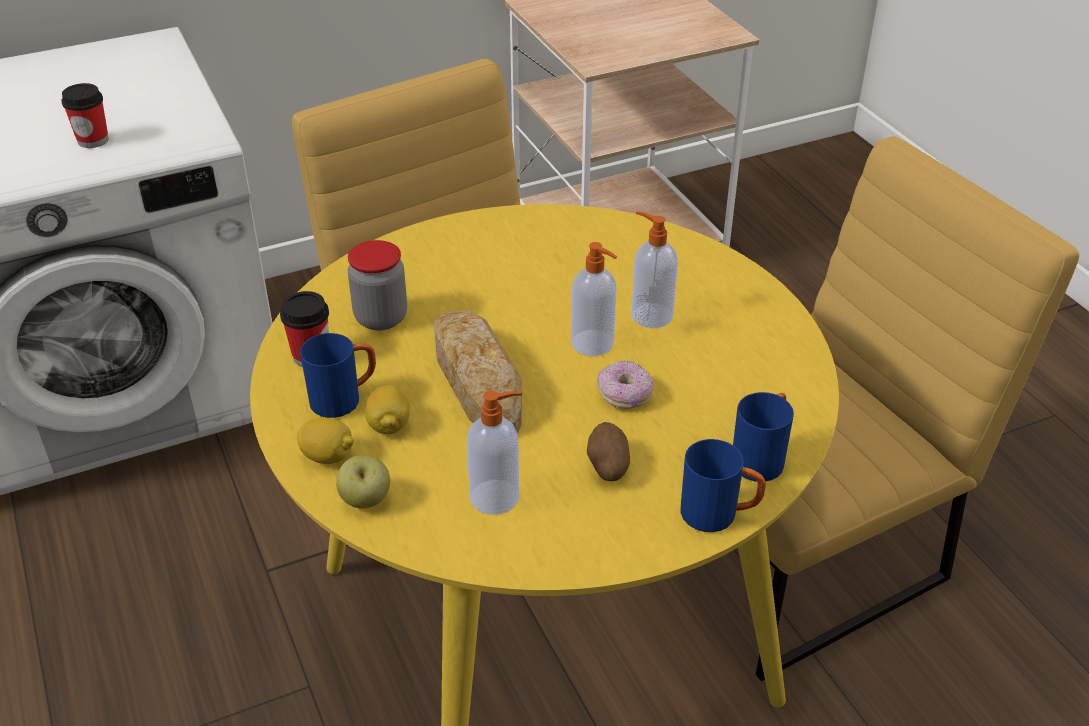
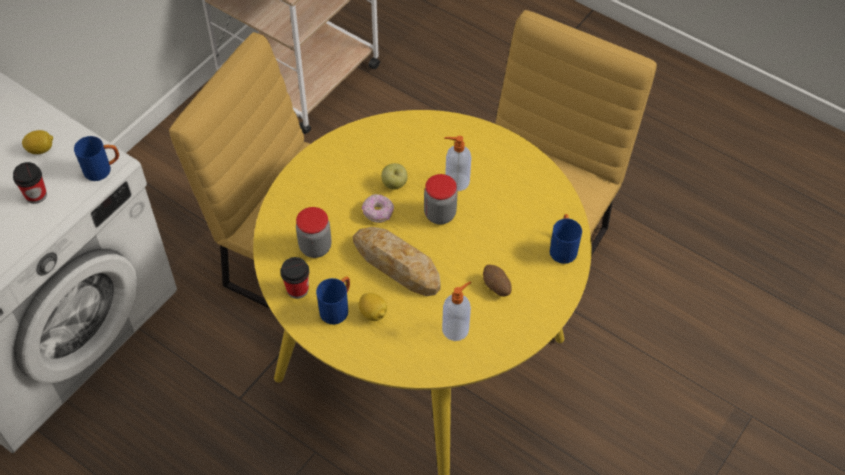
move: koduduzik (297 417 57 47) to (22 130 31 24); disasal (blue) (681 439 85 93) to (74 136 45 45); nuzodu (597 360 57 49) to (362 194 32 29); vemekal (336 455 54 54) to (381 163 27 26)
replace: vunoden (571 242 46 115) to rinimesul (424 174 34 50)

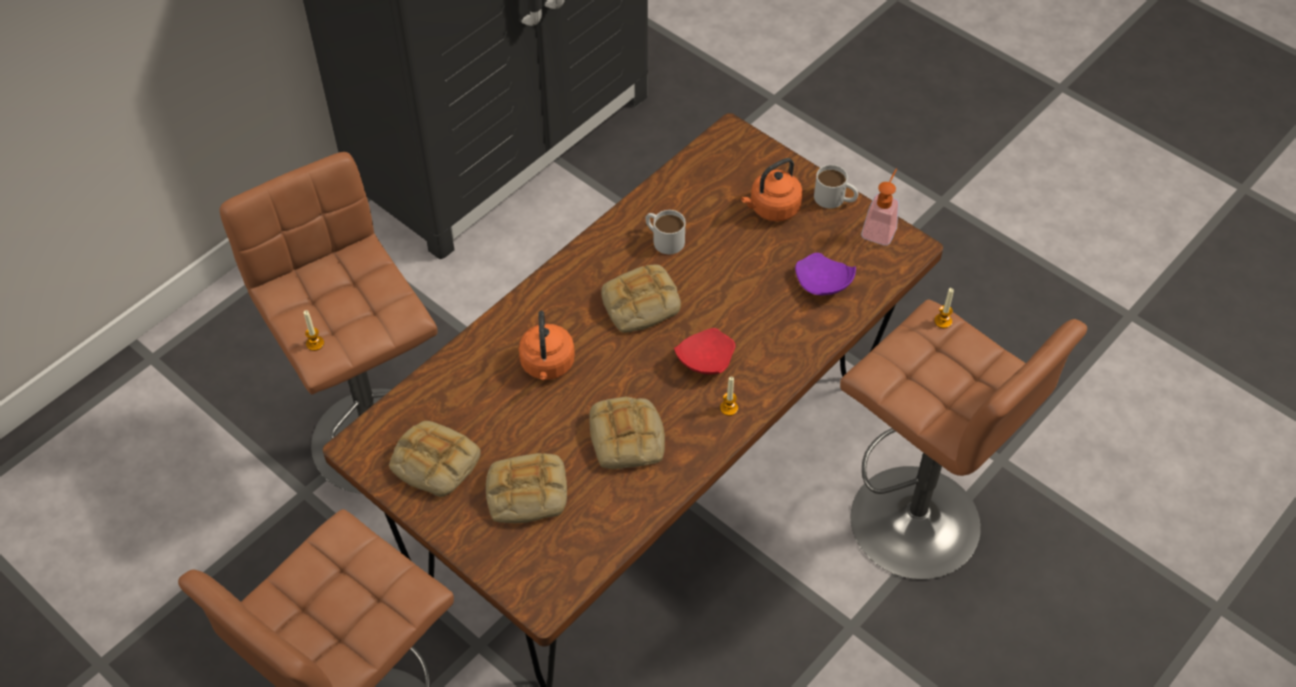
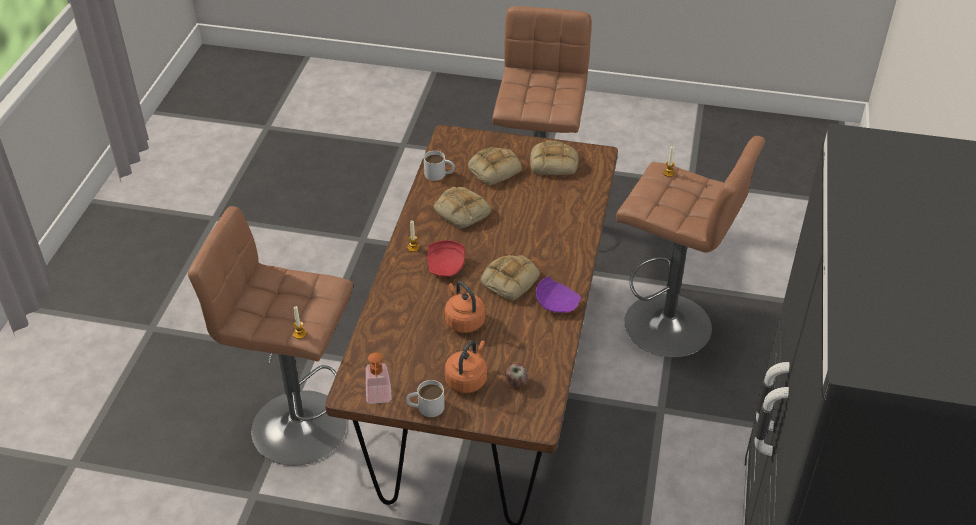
insert: vemekal (505 363 23 24)
move: disasal (white) (645 210 40 44) to (424 151 31 30); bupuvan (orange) (519 311 56 69) to (445 281 40 52); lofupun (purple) (795 253 61 43) to (536 276 45 37)

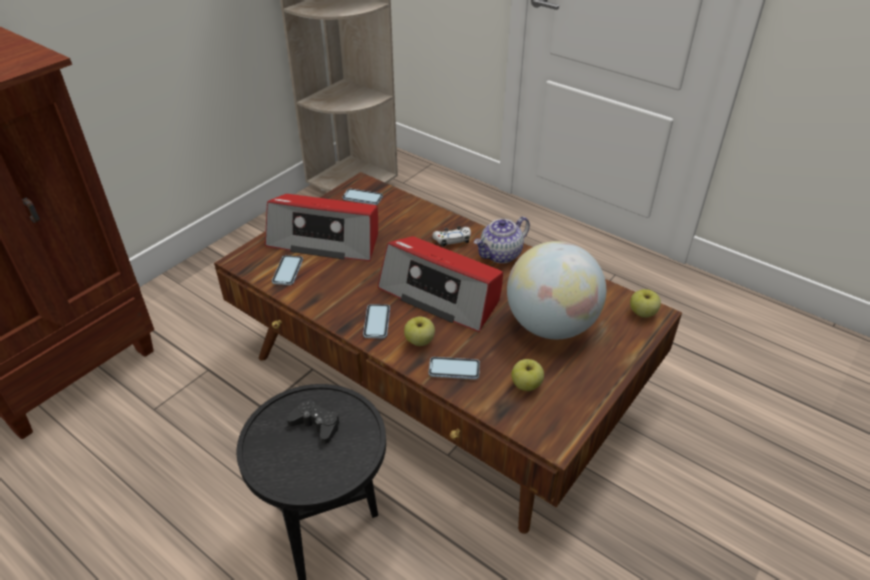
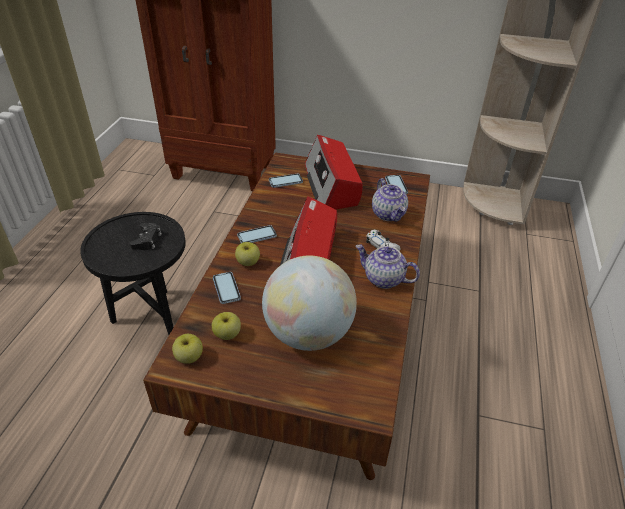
insert: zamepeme (372 178 36 44)
move: vemekal (630 289 31 29) to (172 334 31 30)

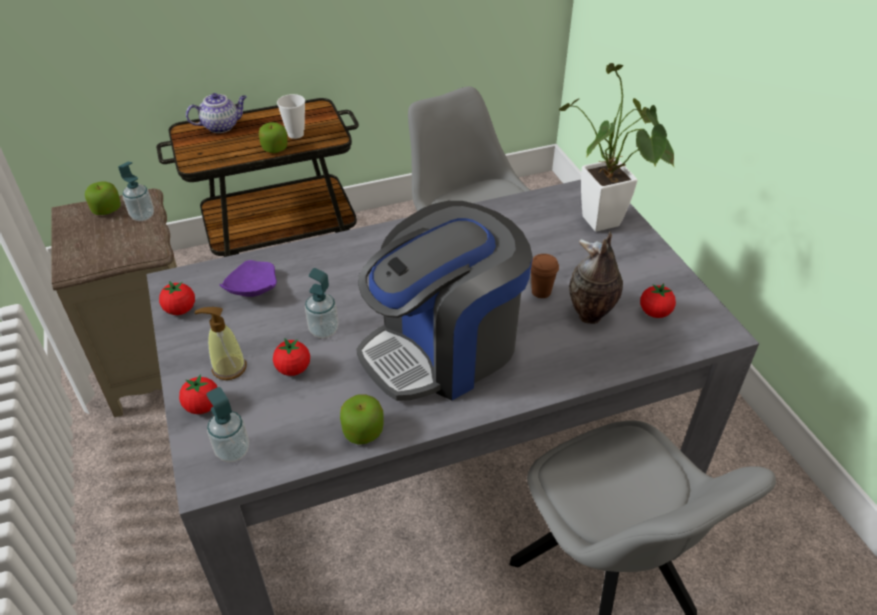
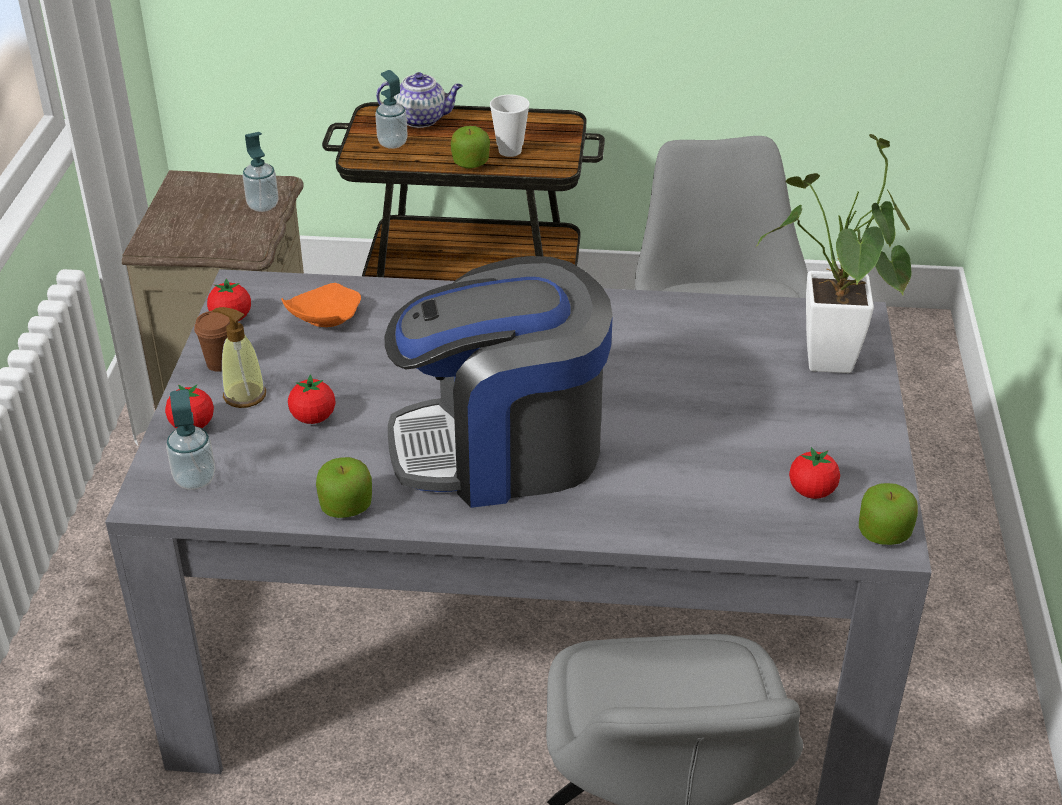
delete: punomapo (569 231 54 93)
move: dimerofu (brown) (531 254 28 44) to (194 311 36 61); vunoden (305 268 33 70) to (375 70 33 79); vemekal (85 181 36 34) to (859 483 59 62)
recolor: lofupun (purple) (220 260 57 37) to lofupun (orange) (281 283 80 44)

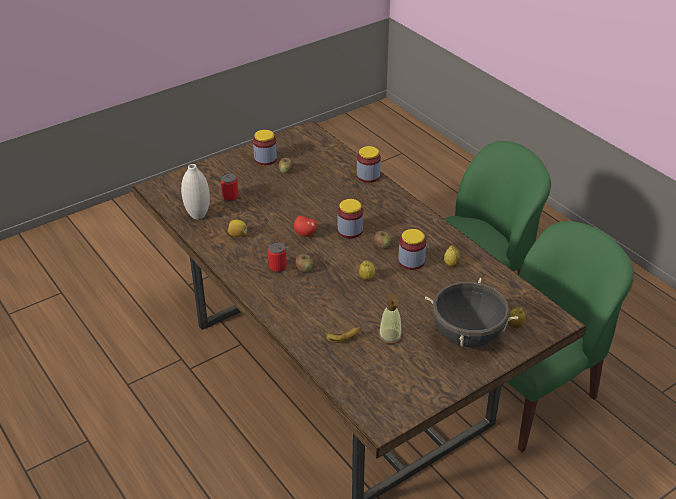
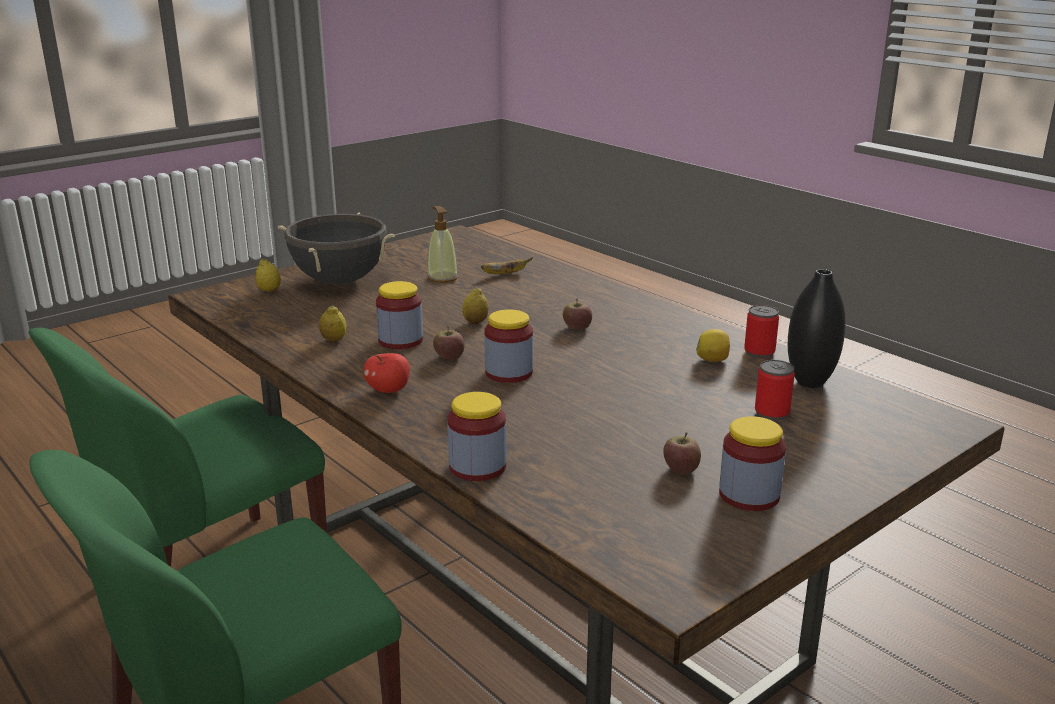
move: vemekal (294 215 23 22) to (364 353 46 40); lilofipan (268 242 19 31) to (744 305 35 53)
recolor: punomapo (white) (181 164 29 55) to punomapo (black) (788 269 58 119)

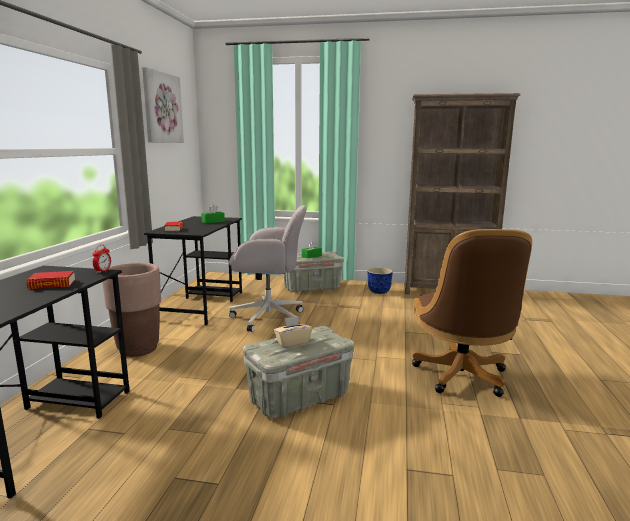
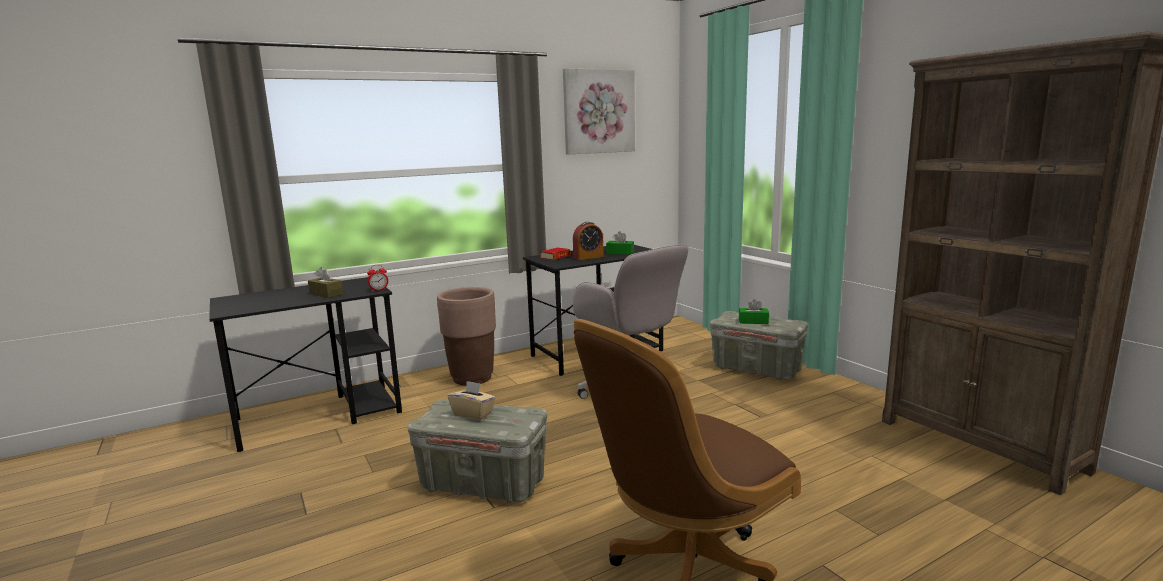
delete: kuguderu (367 267 26 27)
insert: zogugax (573 222 30 38)
replace: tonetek (27 271 48 18) to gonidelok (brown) (308 267 35 31)

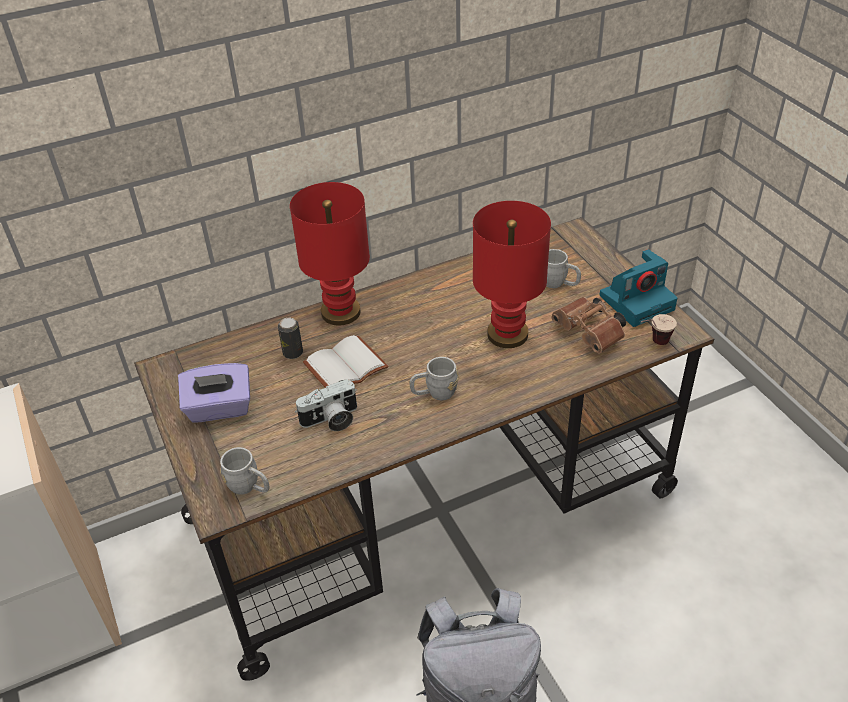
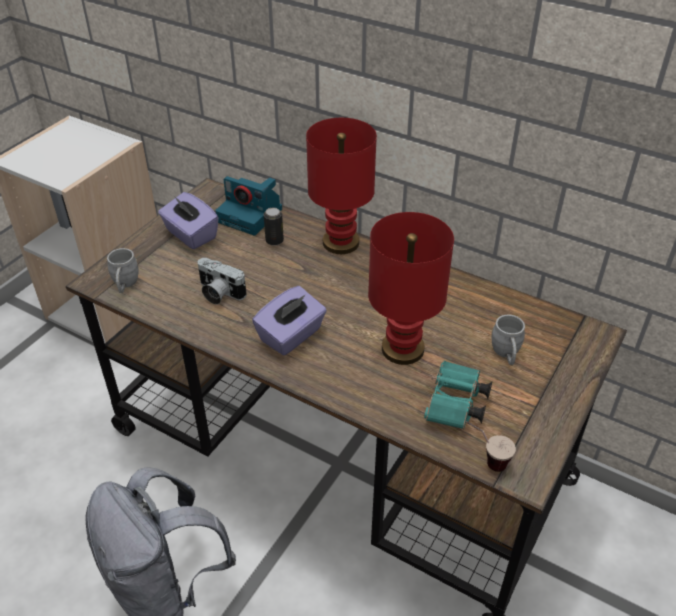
delete: tonetek (white) (303 335 85 53)
move: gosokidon (600 249 78 78) to (215 176 67 60)
replace: disasal (grey) (409 357 50 43) to gonidelok (purple) (252 286 75 70)
recolor: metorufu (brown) (552 297 74 57) to metorufu (turquoise) (424 361 68 68)

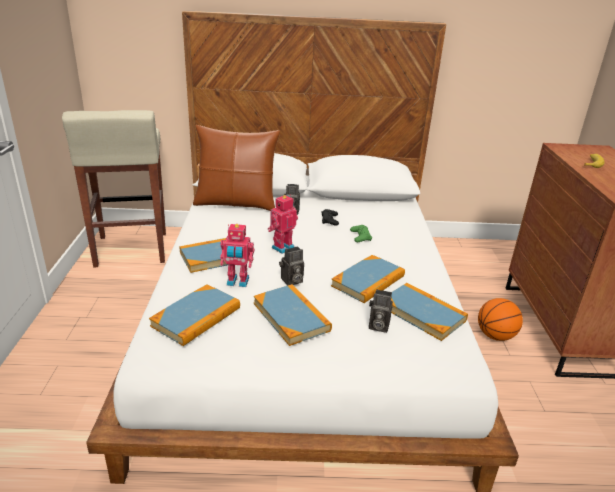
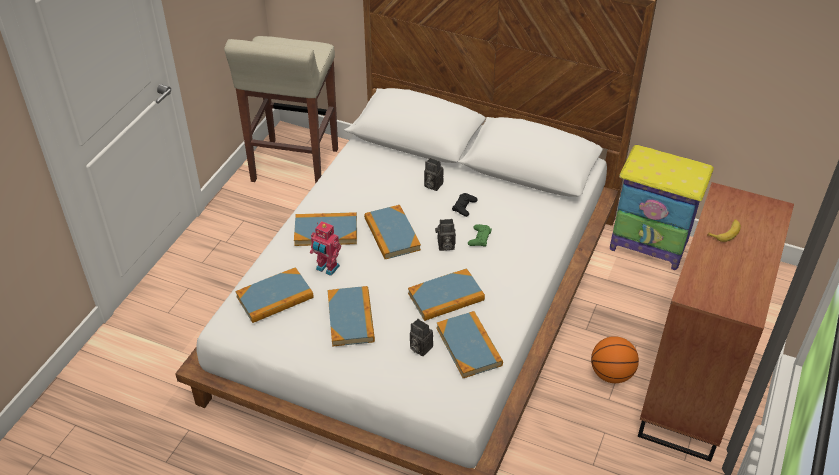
delete: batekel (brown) (193 125 87 86)
insert: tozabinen (610 145 104 125)
move: gosokidon (279 246 25 40) to (435 219 21 32)
replace: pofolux (268 194 30 60) to tonetek (364 205 57 54)

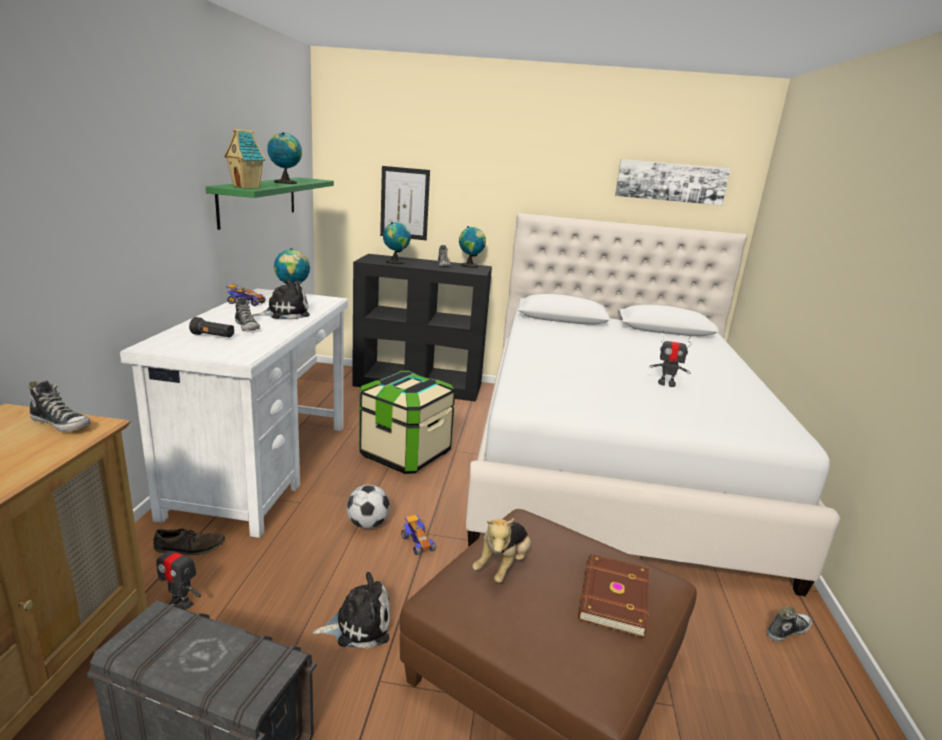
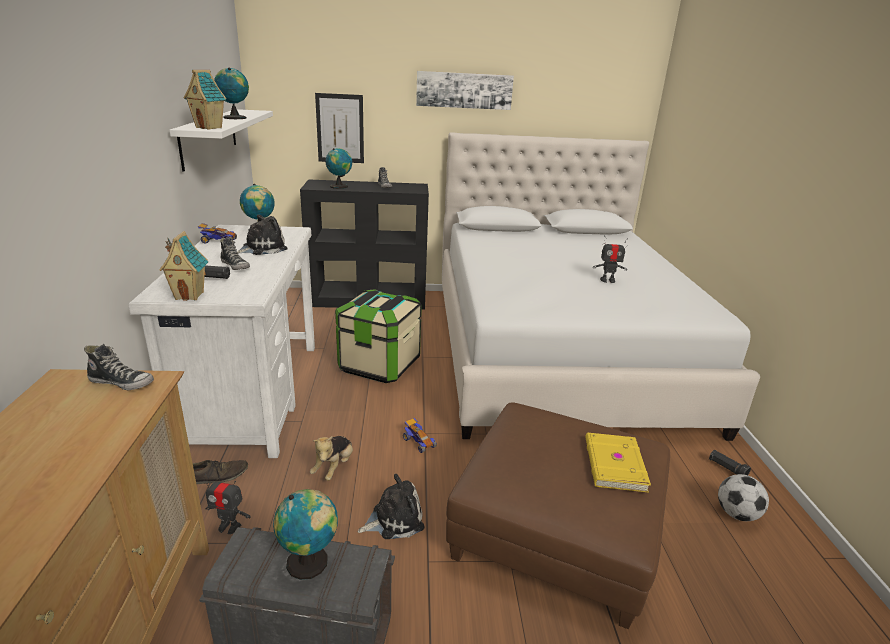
insert: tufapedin (159 231 49 70)
move: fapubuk (459 226 27 42) to (273 489 65 91); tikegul (472 518 59 65) to (310 436 43 45); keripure (615 159 115 46) to (416 71 98 39); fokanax (346 485 44 44) to (718 474 51 47)
replace: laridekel (767 606 45 36) to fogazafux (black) (709 450 42 25)
recolor: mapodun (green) (206 177 128 53) to mapodun (white) (169 109 104 62); tonetek (brown) (578 554 71 84) to tonetek (yellow) (585 433 66 59)

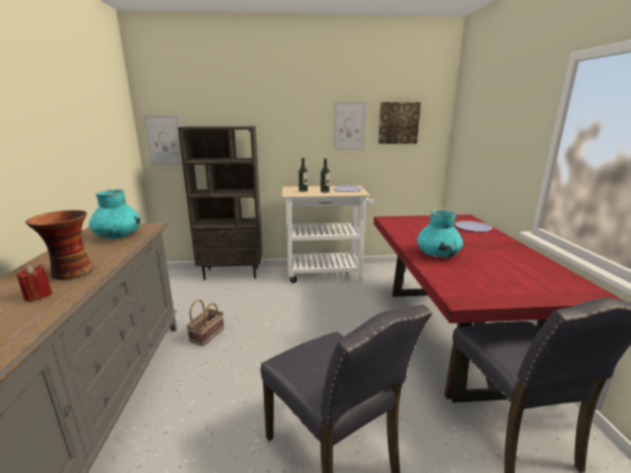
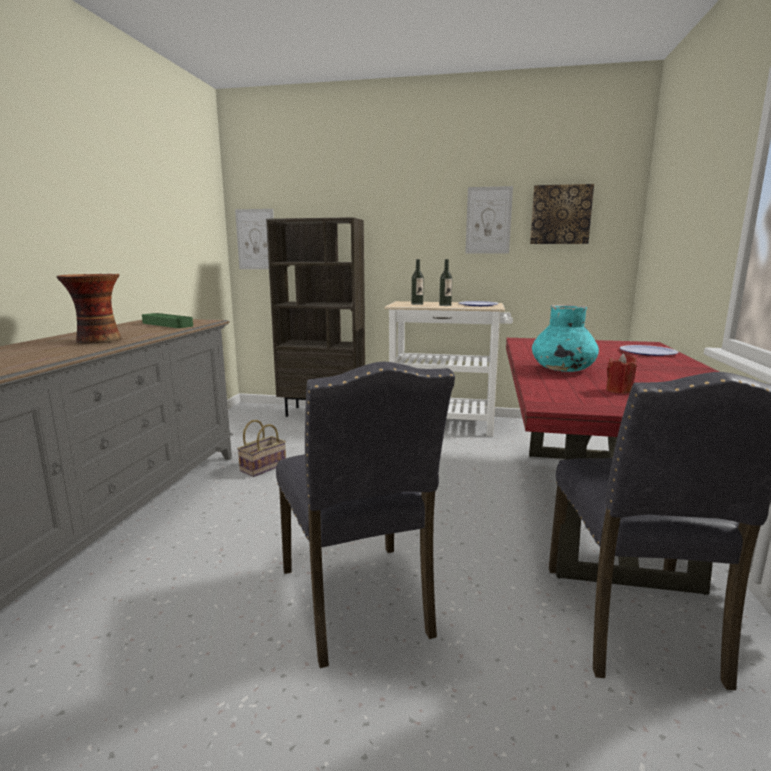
move: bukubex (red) (16 264 36 38) to (606 354 31 40)
replace: punomapo (turquoise) (89 189 52 50) to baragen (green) (142 313 51 15)

